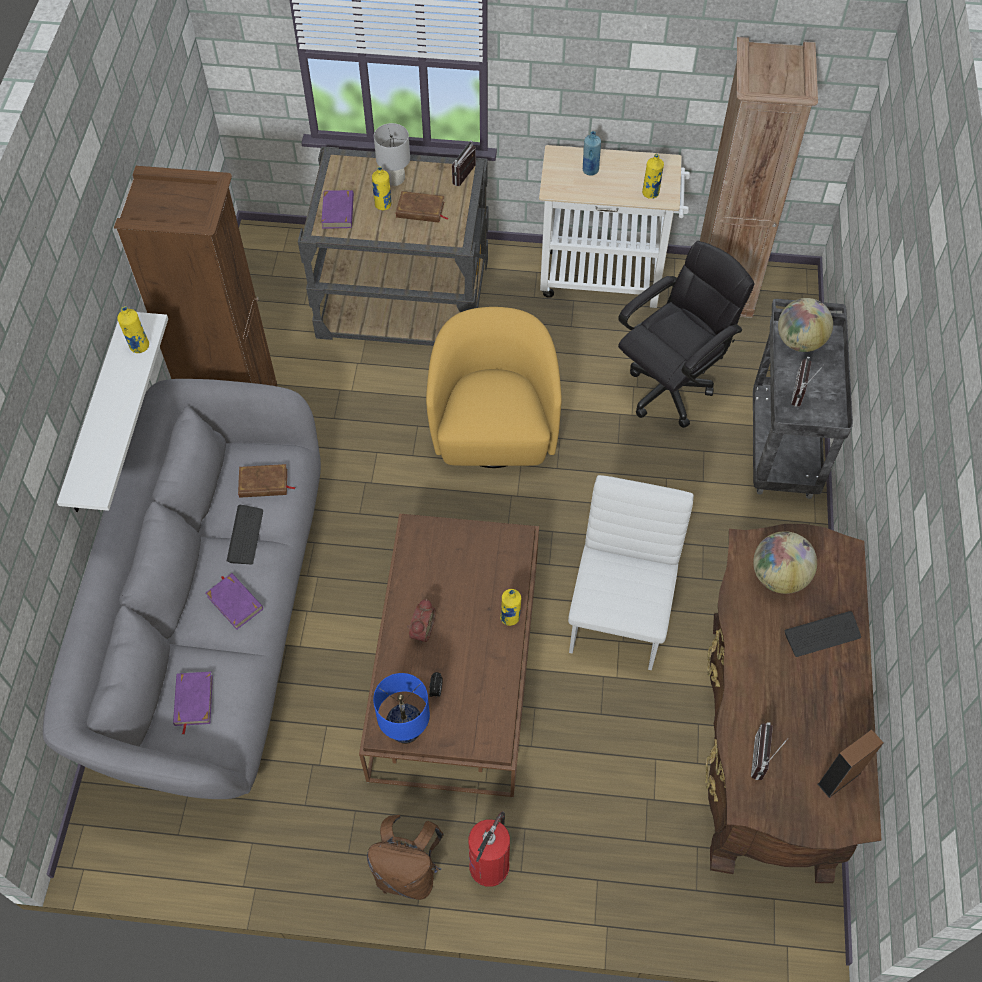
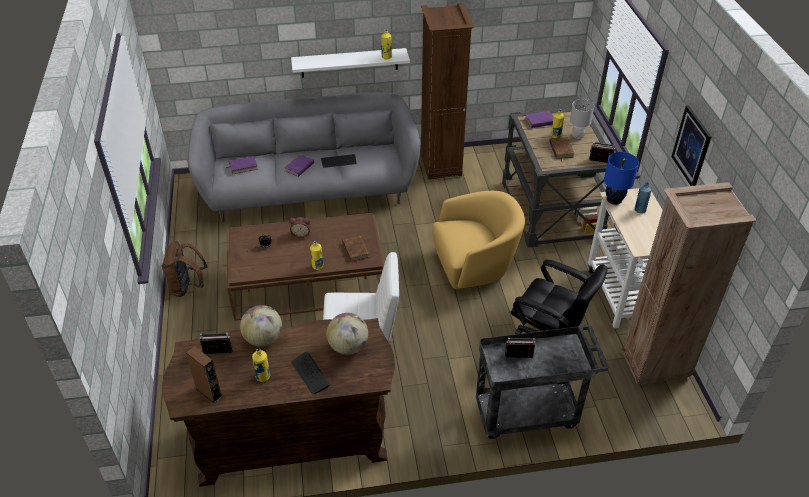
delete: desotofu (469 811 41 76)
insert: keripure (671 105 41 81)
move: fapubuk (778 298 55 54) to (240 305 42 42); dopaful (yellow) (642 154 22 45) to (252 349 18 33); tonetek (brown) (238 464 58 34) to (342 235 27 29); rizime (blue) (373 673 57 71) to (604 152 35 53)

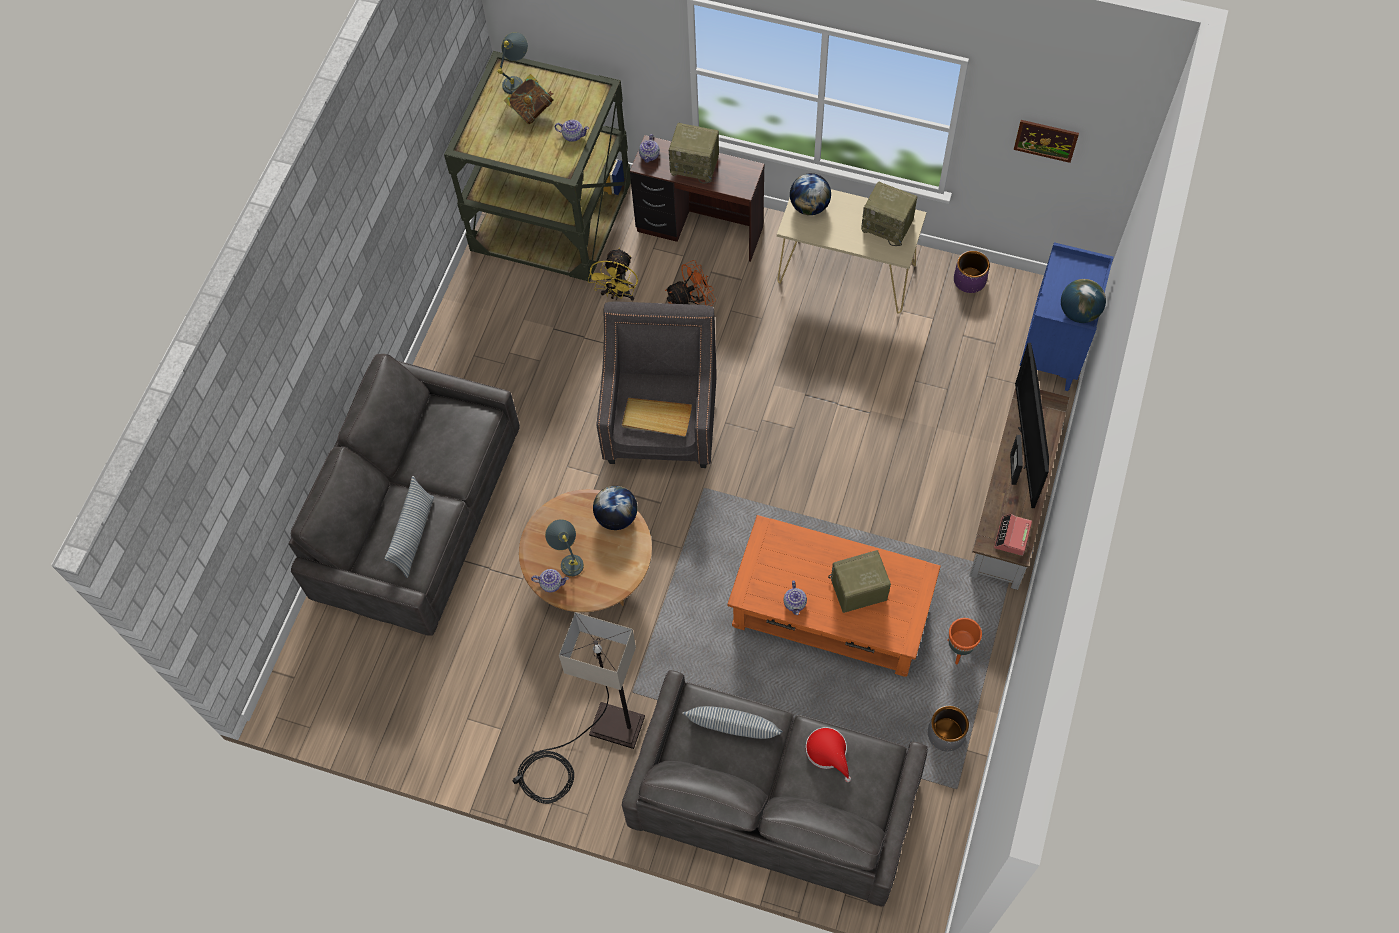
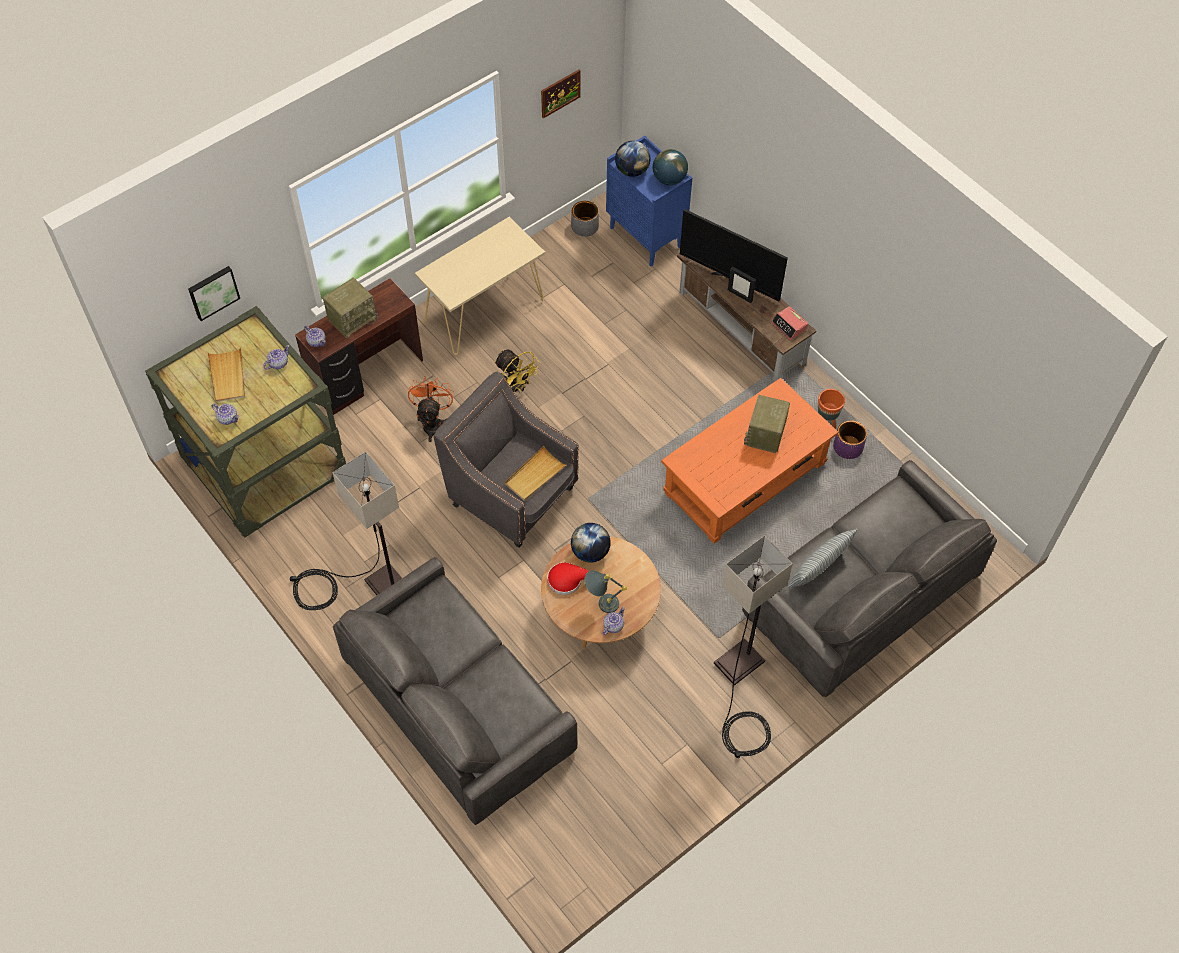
delete: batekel (385 476 49 102); rizime (grey) (498 32 30 62); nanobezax (861 182 56 64)
insert: keripure (188 266 52 55); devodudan (290 451 112 159)
move: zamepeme (783 581 24 34) to (211 404 28 21); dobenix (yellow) (588 247 50 54) to (494 350 46 43); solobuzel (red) (806 727 45 55) to (547 562 41 33); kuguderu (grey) (928 706 41 45) to (571 201 28 36); fapubuk (790 173 41 42) to (615 141 36 36); kuguderu (purple) (954 251 36 42) to (833 420 34 39)
replace: tonetek (504 74 50 51) to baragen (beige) (208 348 37 54)

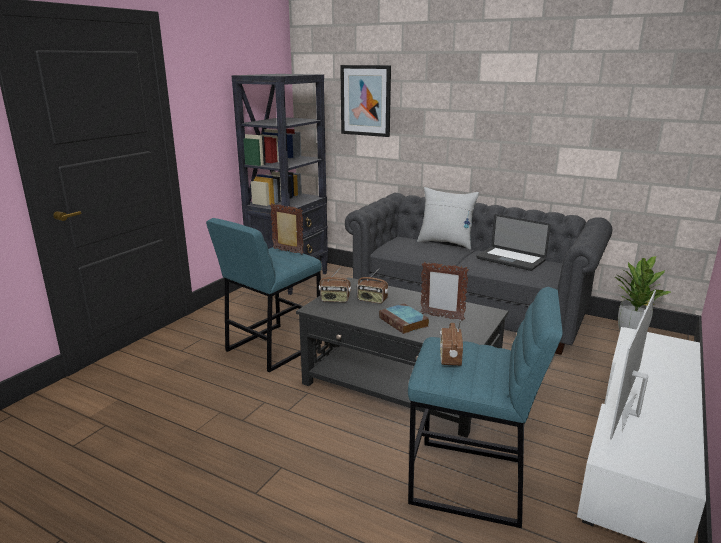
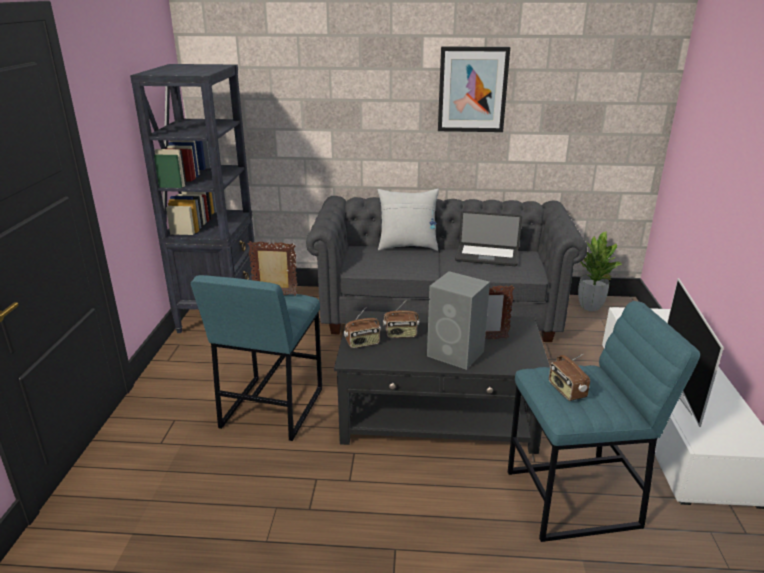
move: keripure (340 65 51 72) to (438 46 72 86)
replace: tonetek (379 303 50 31) to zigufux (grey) (427 271 63 99)

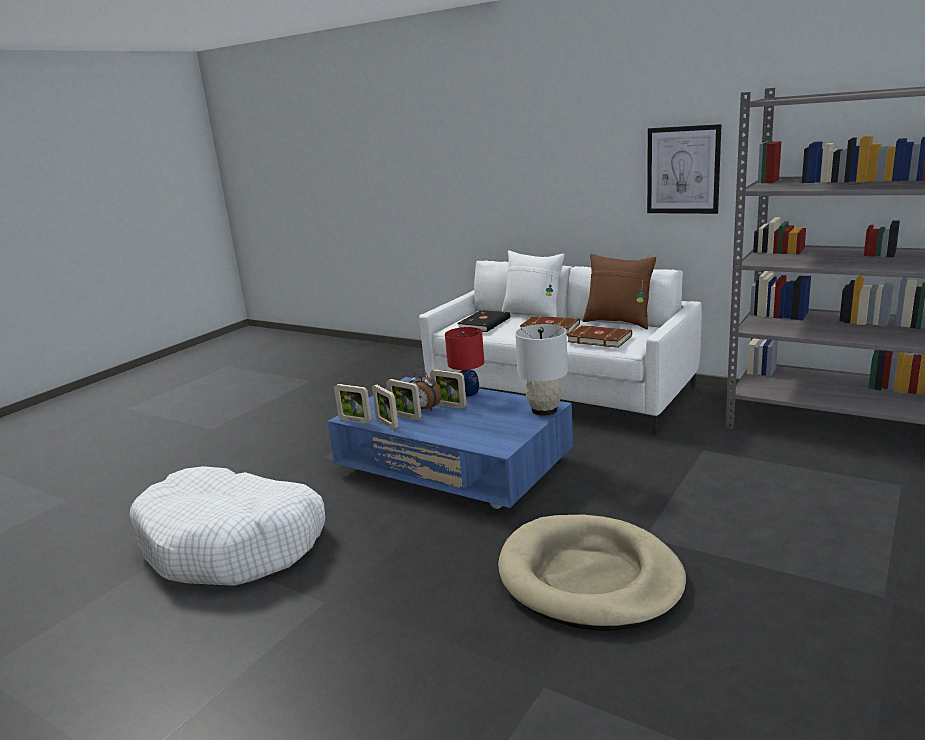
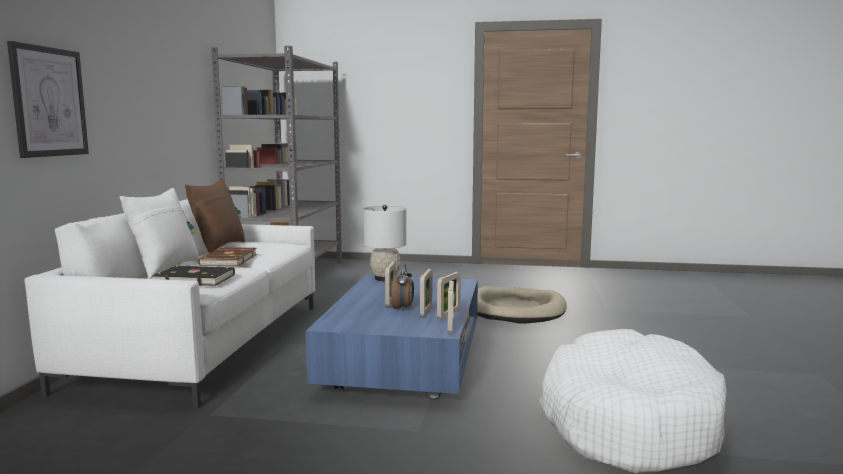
delete: rizime (red) (445 327 39 69); tonetek (brown) (567 325 65 23)
move: keripure (647 124 75 90) to (7 41 82 117)

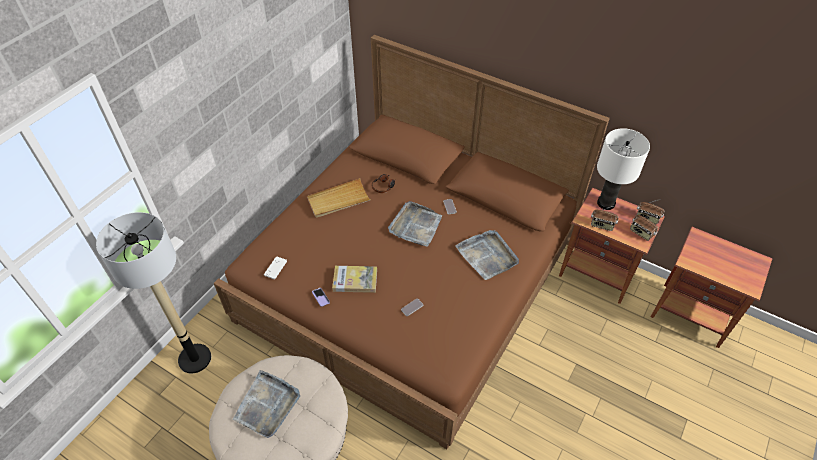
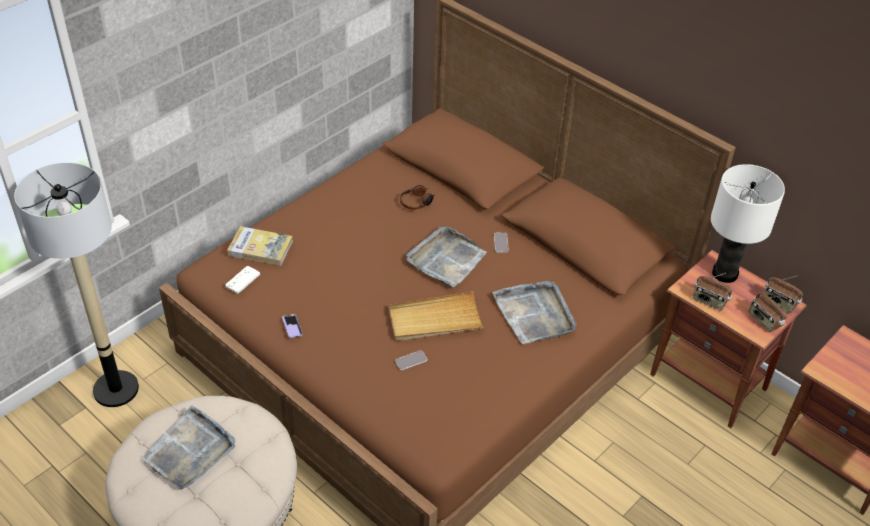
move: tonetek (332 266 45 27) to (227 226 66 40); baragen (beige) (307 178 64 40) to (389 291 95 50)

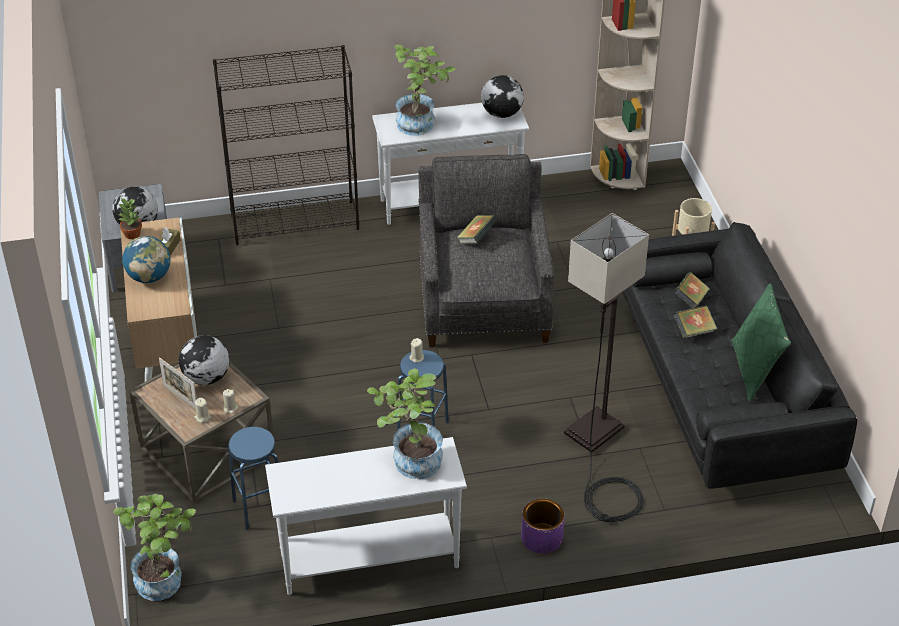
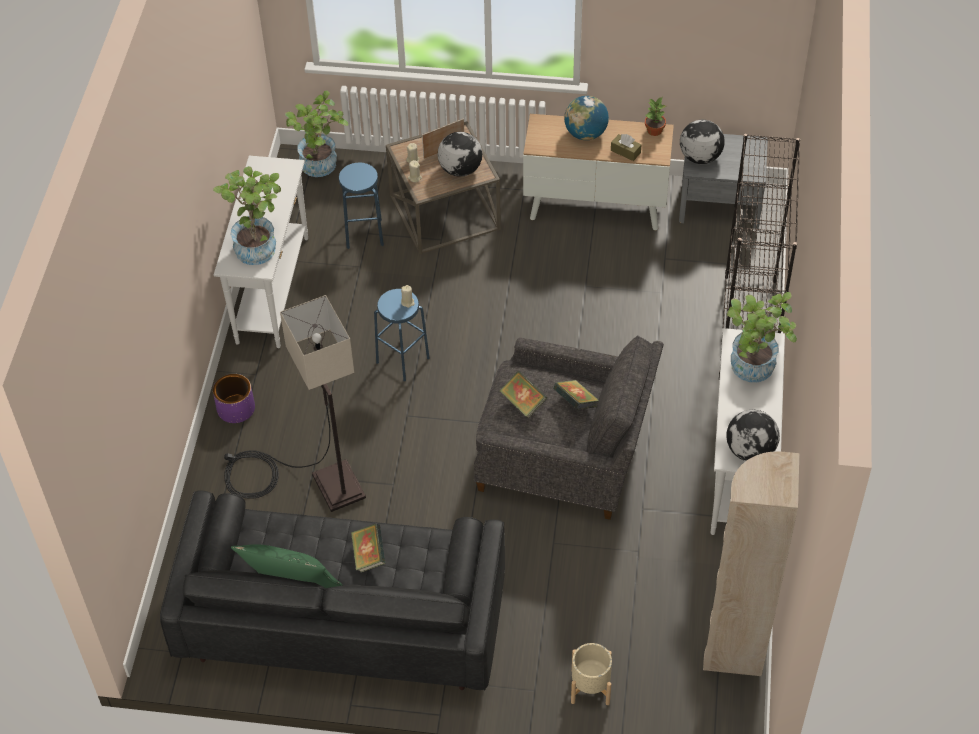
move: tonetek (674 272 36 36) to (500 371 47 47)

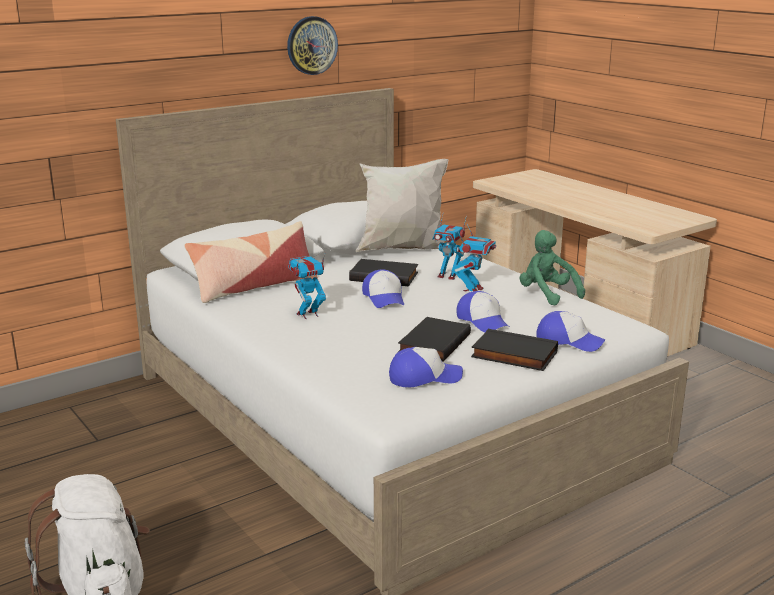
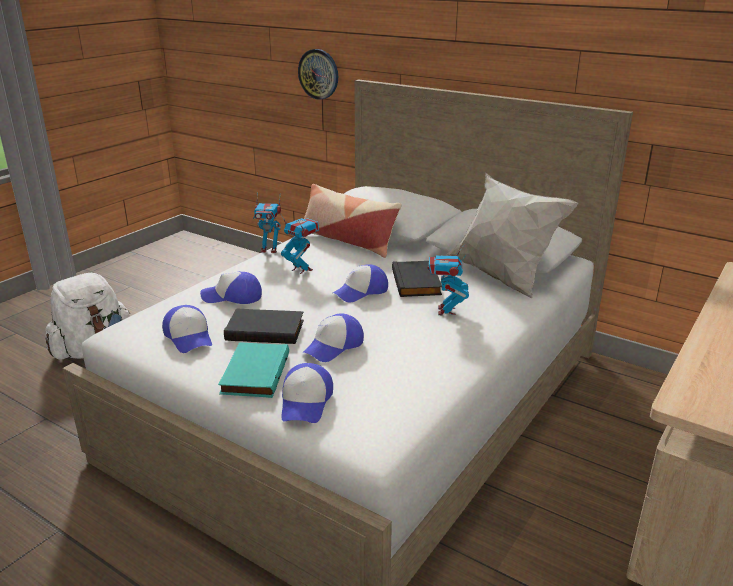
delete: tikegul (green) (520 230 65 76)
insert: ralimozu (200 271 62 33)
move: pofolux (452 224 44 67) to (253 192 28 61); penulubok (287 16 51 59) to (298 49 40 51)
recolor: tonetek (black) (471 329 87 42) to tonetek (turquoise) (218 342 71 56)

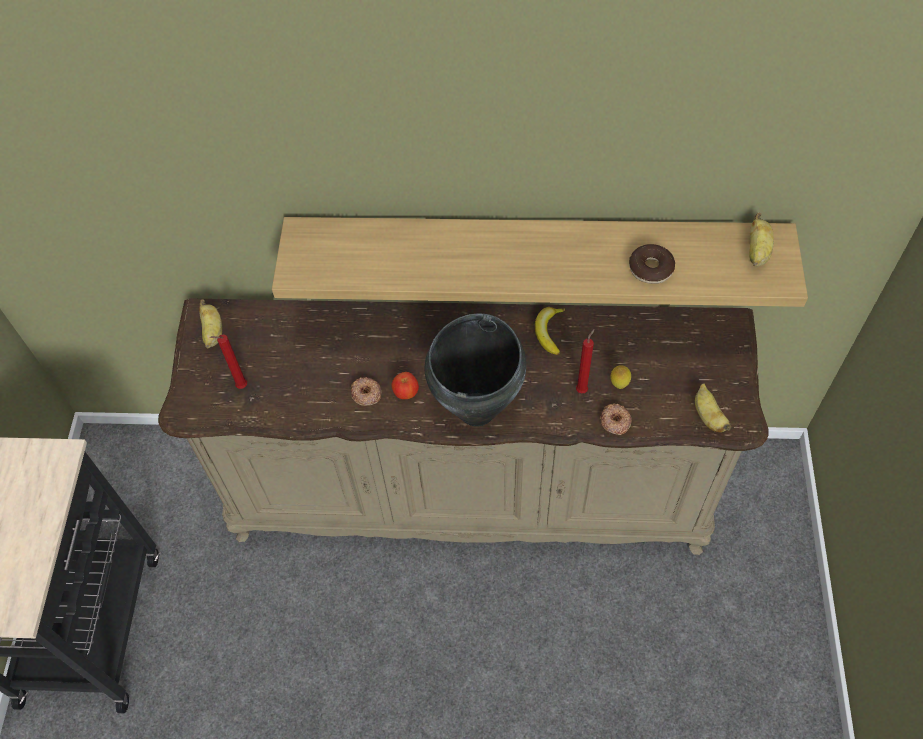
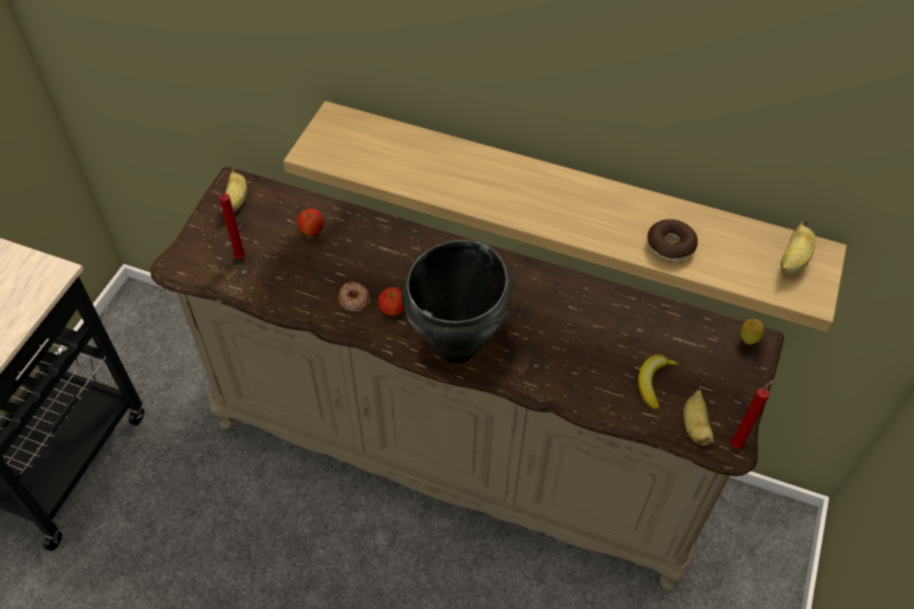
delete: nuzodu (600 404 32 31)
insert: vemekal (297 209 27 27)
move: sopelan (535 307 30 48) to (638 354 41 56); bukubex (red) (576 329 19 64) to (731 379 44 70); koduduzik (610 365 21 24) to (741 319 23 26)

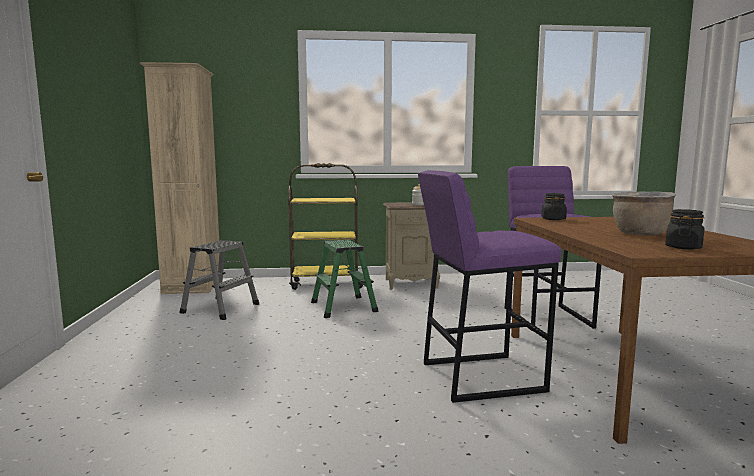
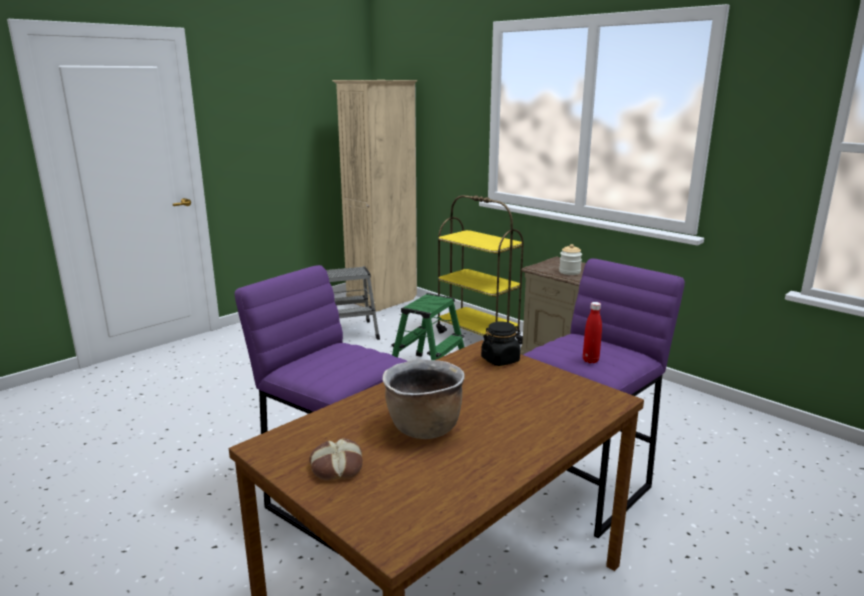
insert: dopaful (red) (583 302 19 61)
replace: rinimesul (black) (665 209 40 40) to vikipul (309 438 54 43)

